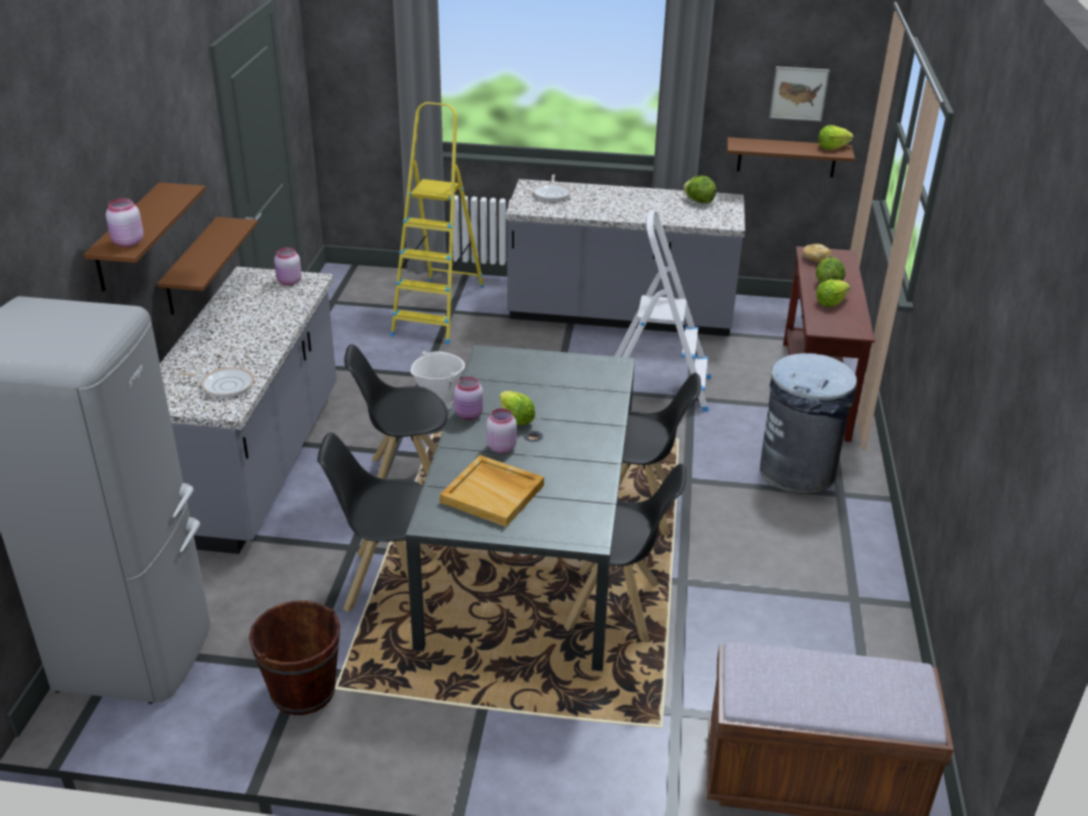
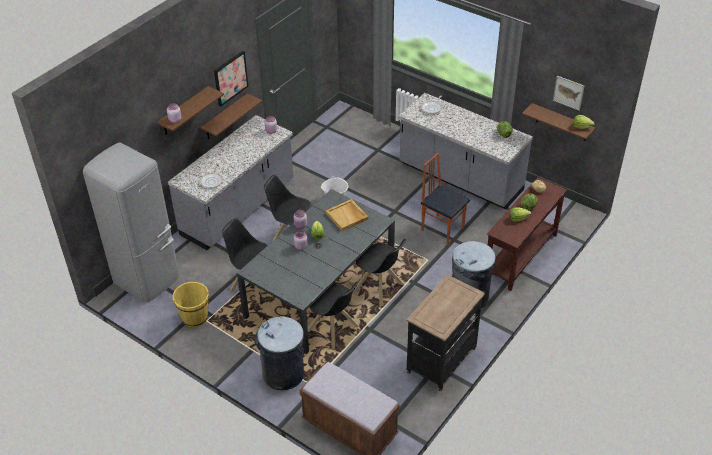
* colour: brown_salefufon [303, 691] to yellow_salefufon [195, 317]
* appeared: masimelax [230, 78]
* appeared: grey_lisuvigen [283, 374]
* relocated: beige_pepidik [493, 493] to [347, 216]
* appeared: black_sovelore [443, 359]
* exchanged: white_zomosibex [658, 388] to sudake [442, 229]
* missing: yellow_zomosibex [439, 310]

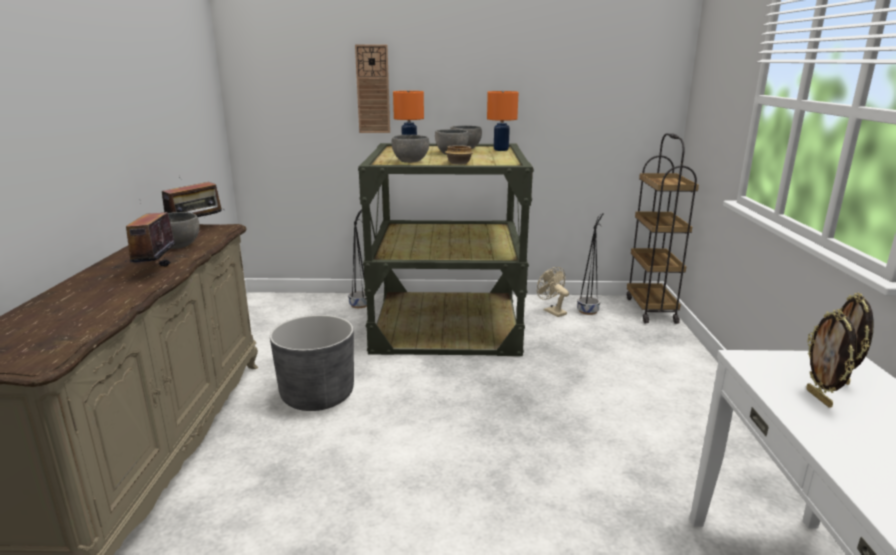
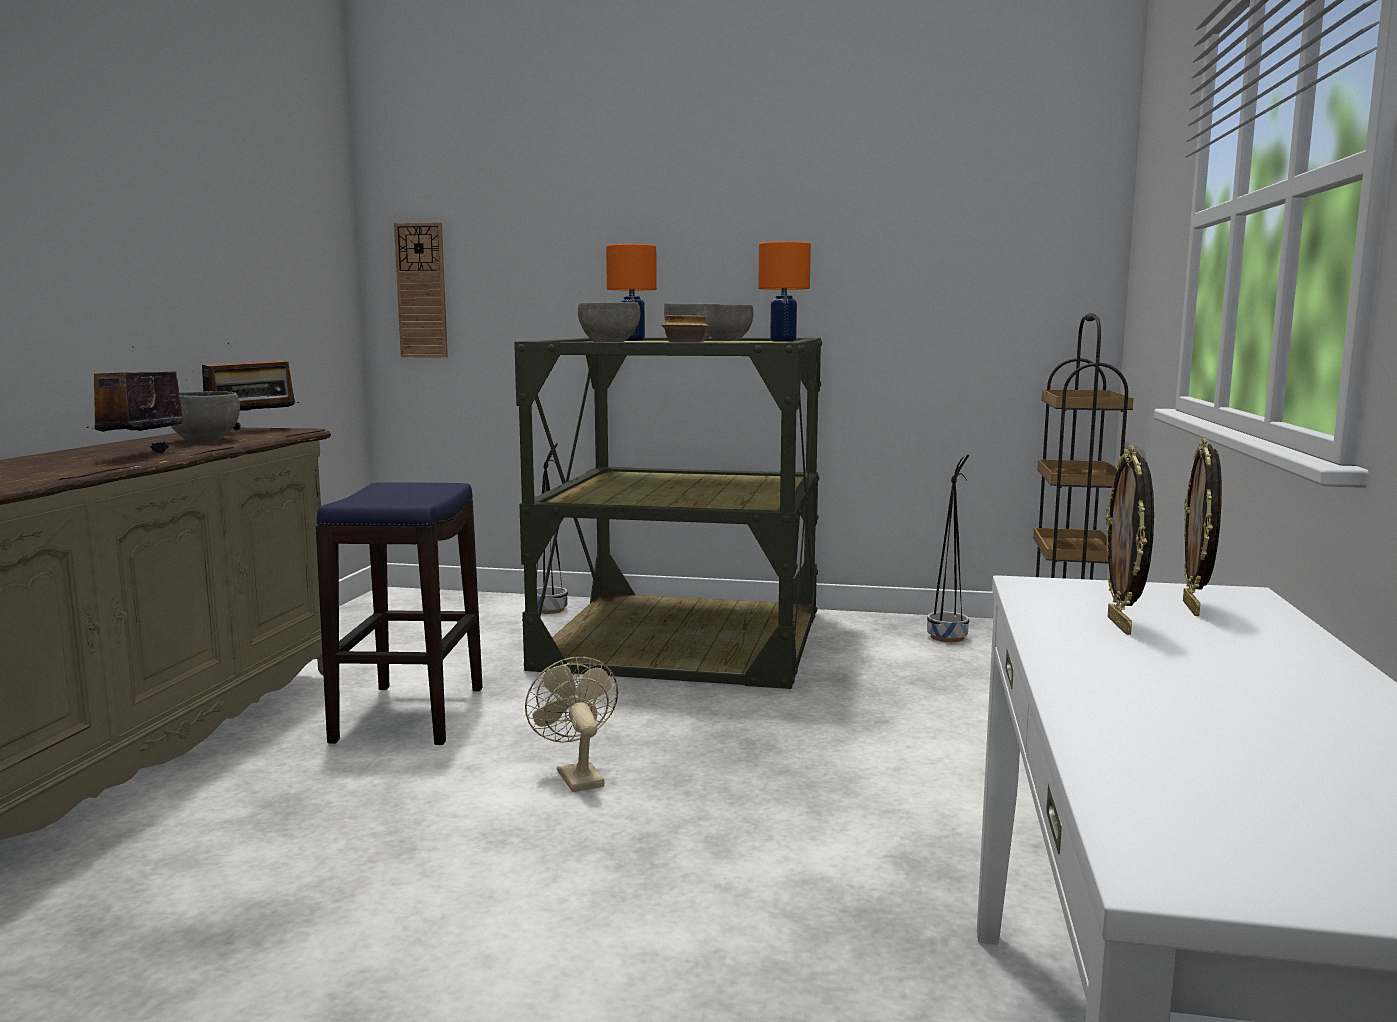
* exchanged: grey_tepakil [317, 395] to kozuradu [410, 715]
* relocated: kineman [373, 89] to [421, 290]
* relocated: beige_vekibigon [552, 311] to [576, 776]

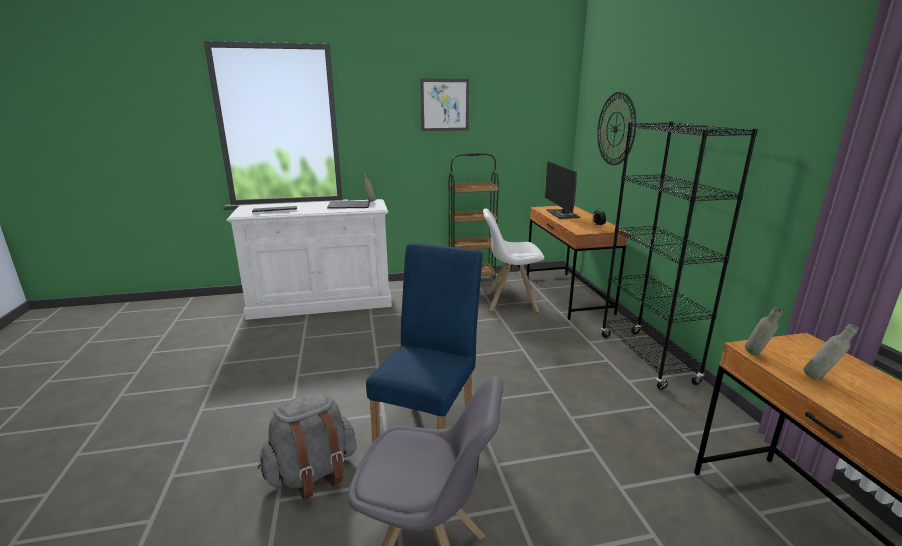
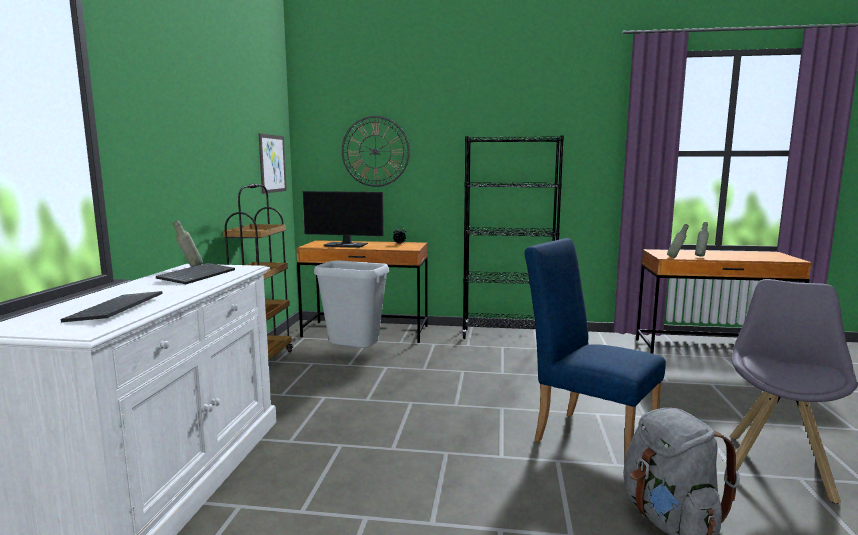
* relocated: masimelax [444, 105] to [272, 163]
* exchanged: white_sudake [510, 302] to grey_lisuvigen [353, 356]

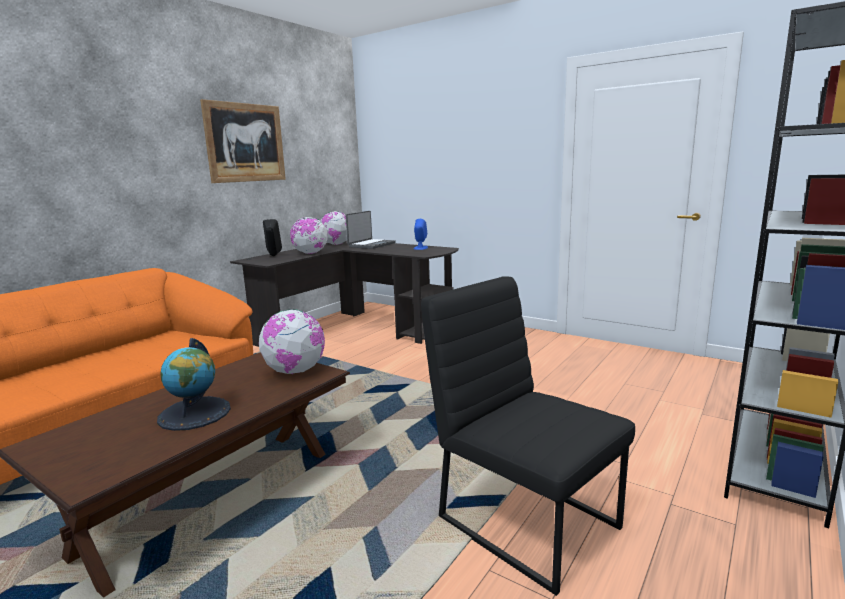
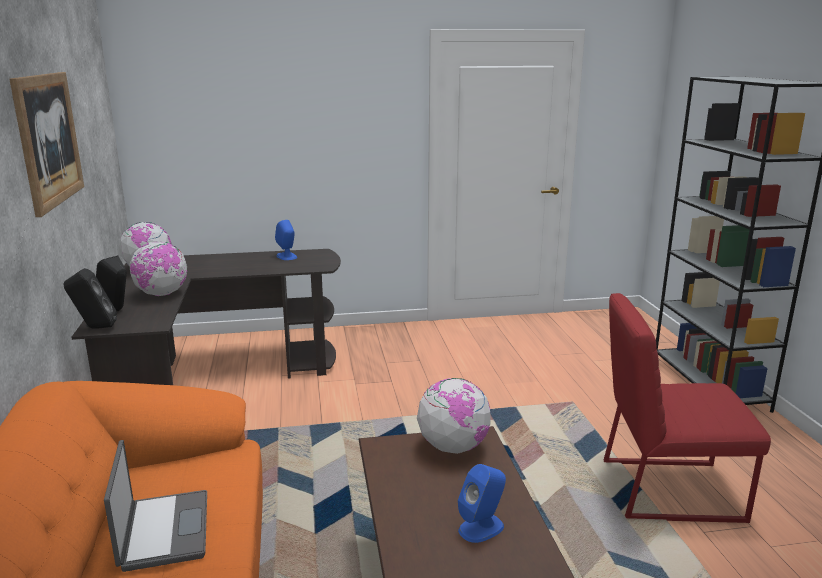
* appeared: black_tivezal [94, 328]
* relocated: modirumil [371, 245] to [163, 531]
* exchanged: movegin [195, 413] to blue_tivezal [481, 528]
* colour: black_sudake [524, 519] to red_sudake [666, 489]

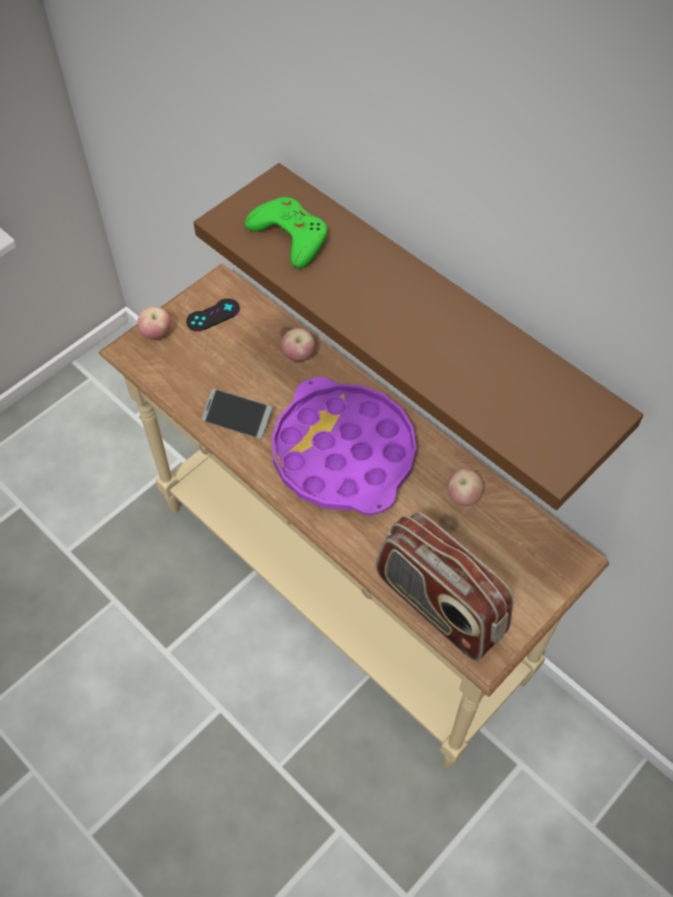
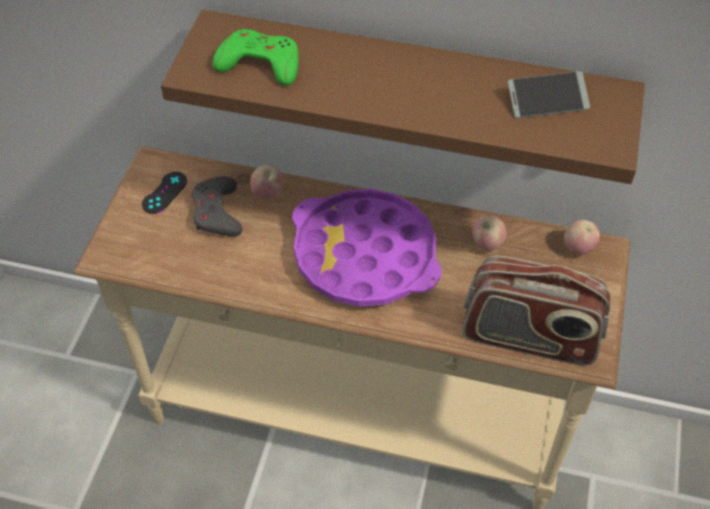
* appeared: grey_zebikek [217, 212]
* relocated: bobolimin [237, 418] to [547, 101]
* relocated: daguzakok [156, 334] to [578, 248]

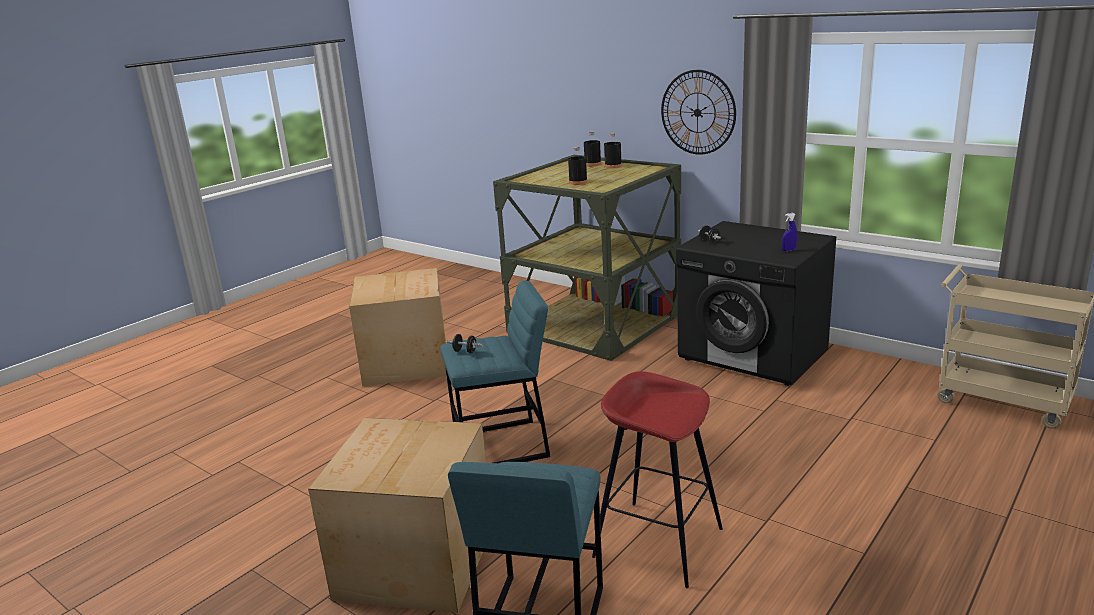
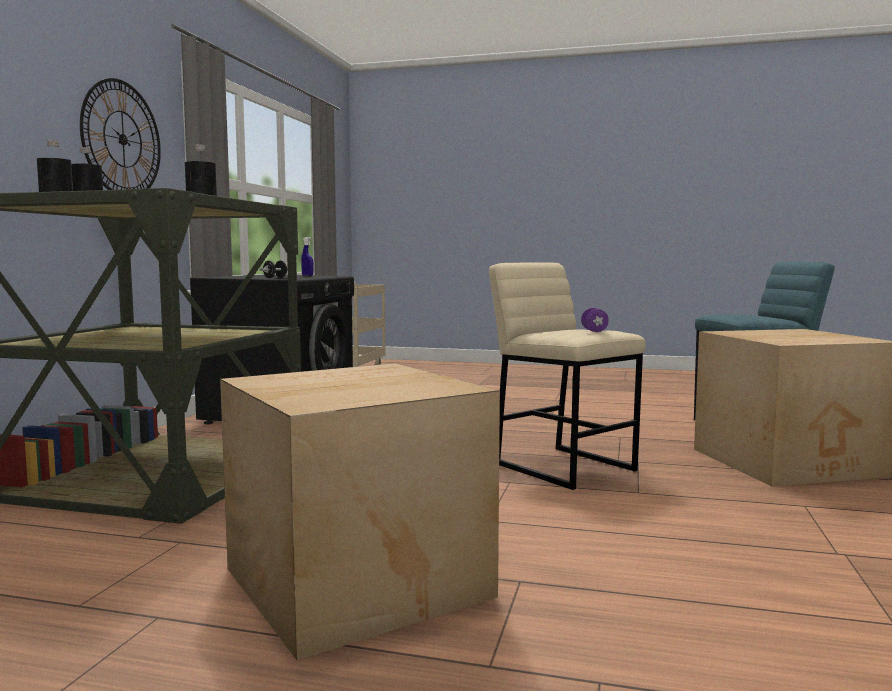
* colour: blue_kozuradu [503, 445] to beige_kozuradu [561, 466]
* colour: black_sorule [465, 351] to purple_sorule [594, 331]
* missing: red_kozuradu [658, 542]

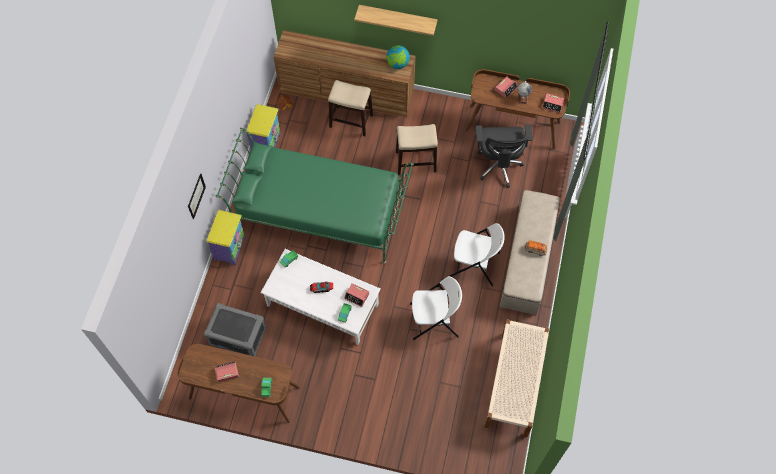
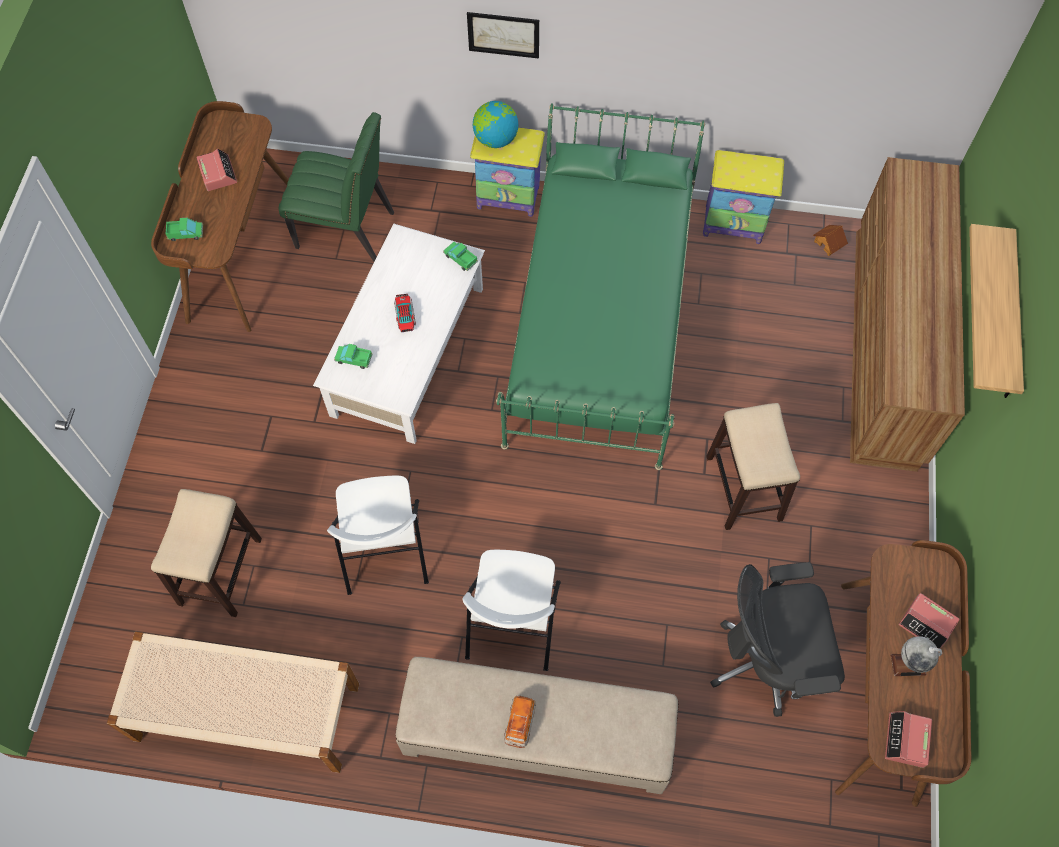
* relocated: kozuradu [350, 121] to [220, 570]
* exchanged: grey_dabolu [238, 335] to green_sudake [344, 230]
* relocated: movegin [397, 64] to [495, 139]
* missing: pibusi [357, 296]

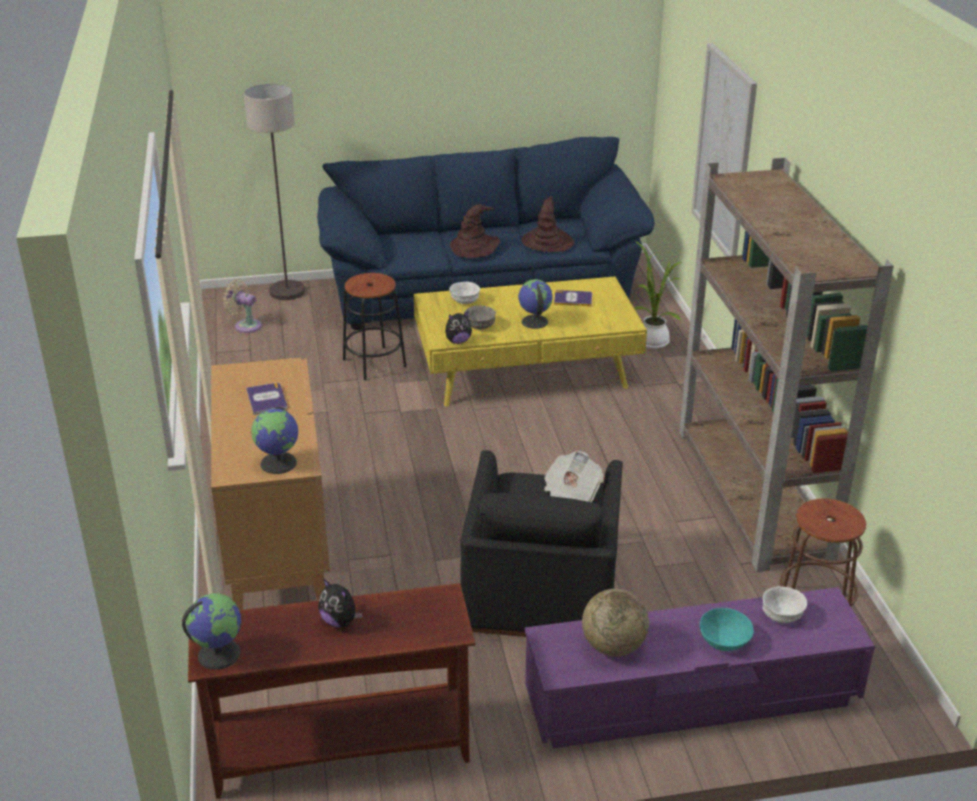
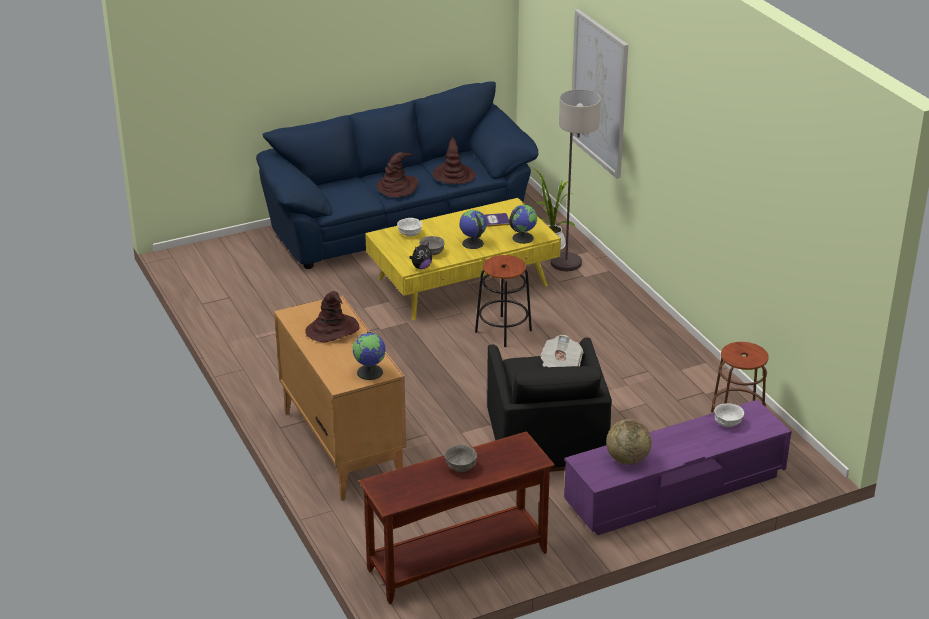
* exchanged: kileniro [266, 399] to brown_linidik [332, 330]
* exchanged: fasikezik [340, 621] to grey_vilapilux [461, 466]
* relocated: black_kozuradu [374, 363] to [503, 331]
* relocated: movegin [219, 653] to [522, 238]
* relocated: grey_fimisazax [287, 297] to [570, 267]
* missing: beige_vekibigon [245, 325]
* missing: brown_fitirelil [752, 493]
* missing: turquoise_vilapilux [724, 641]

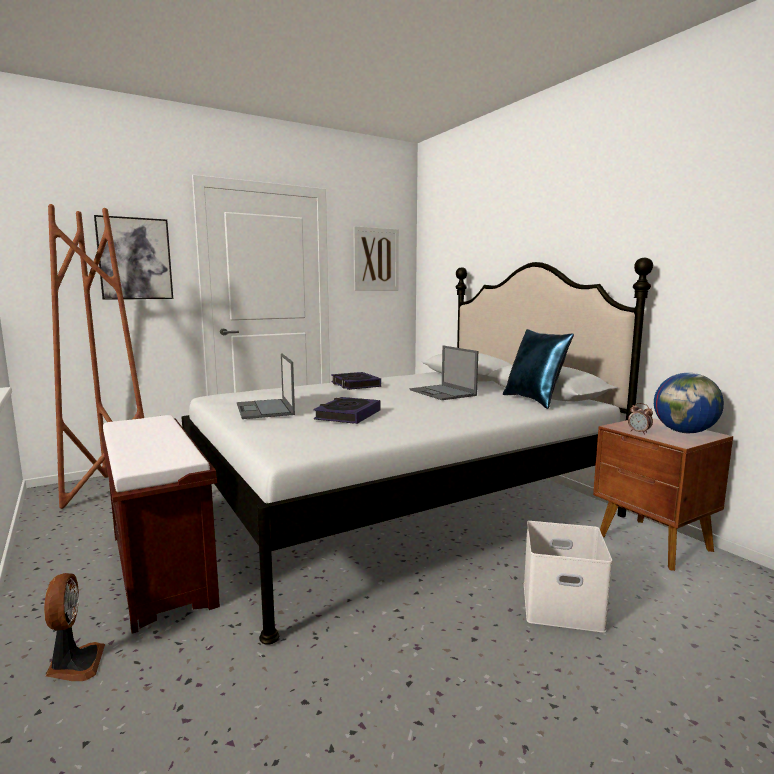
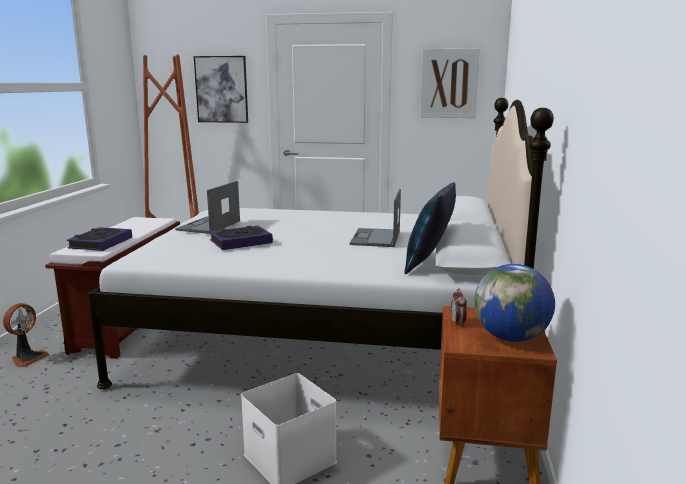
* relocated: kileniro [355, 385] to [101, 243]

